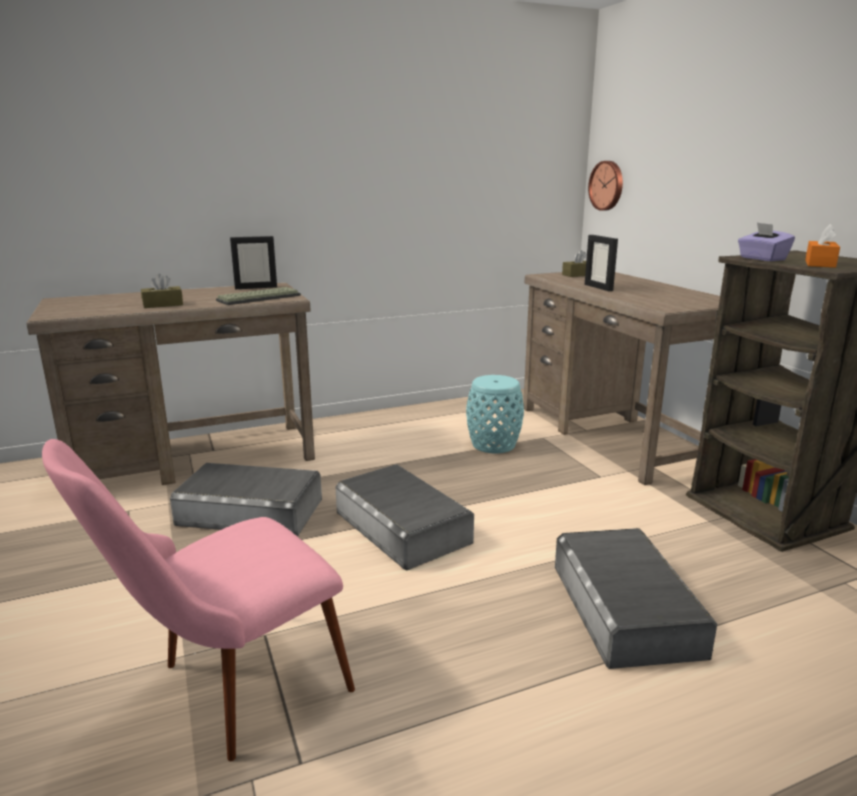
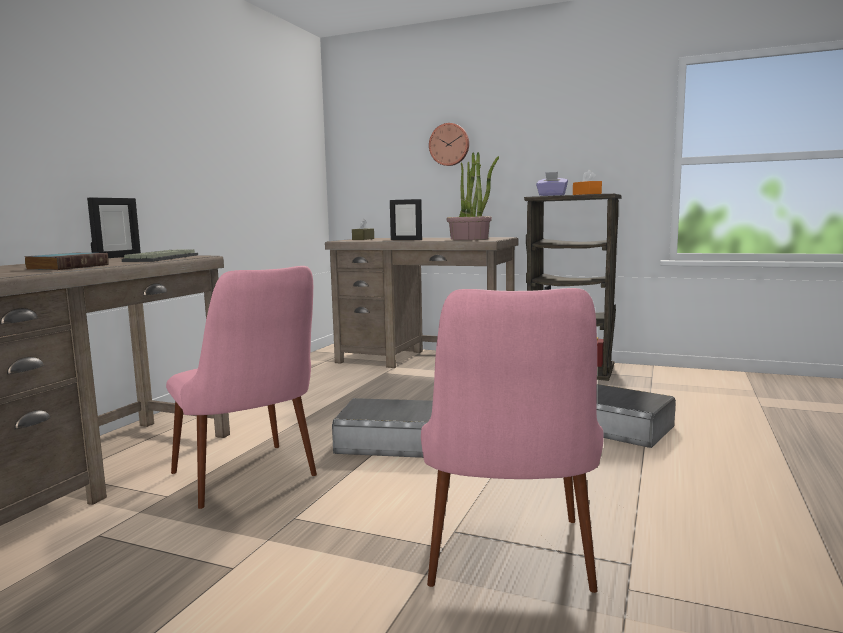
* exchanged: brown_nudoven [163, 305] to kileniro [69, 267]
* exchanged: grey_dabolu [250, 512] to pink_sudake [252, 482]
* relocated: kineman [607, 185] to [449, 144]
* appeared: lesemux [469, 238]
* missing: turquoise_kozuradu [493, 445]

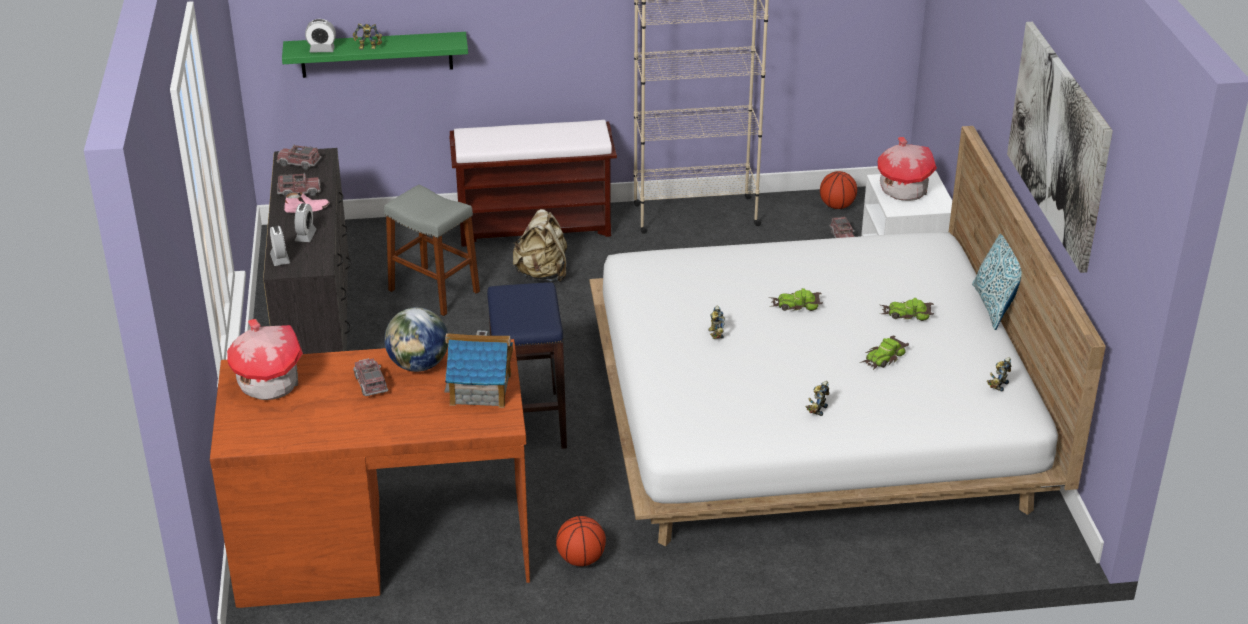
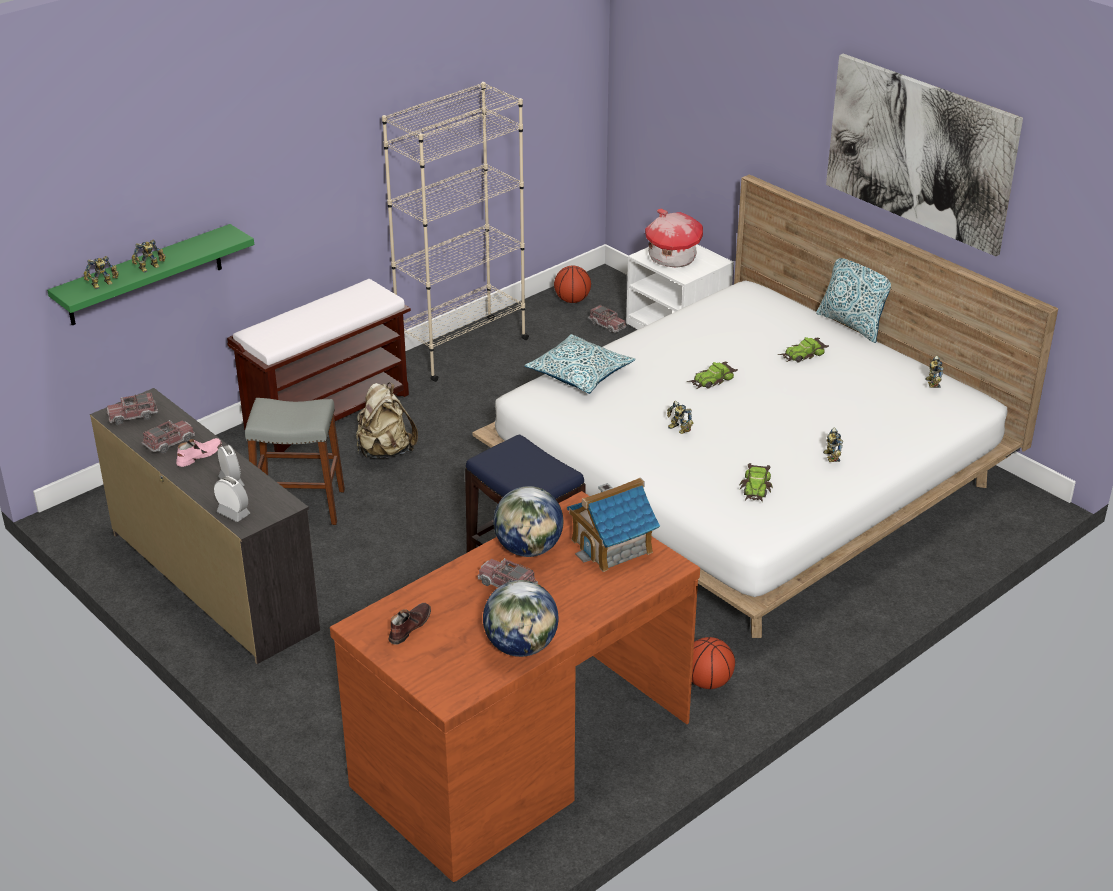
* exchanged: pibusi [322, 50] to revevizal [103, 285]
* exchanged: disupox [269, 383] to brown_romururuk [409, 627]
* appeared: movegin [521, 647]
* appeared: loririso [580, 374]
* relocated: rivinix [884, 358] to [756, 488]

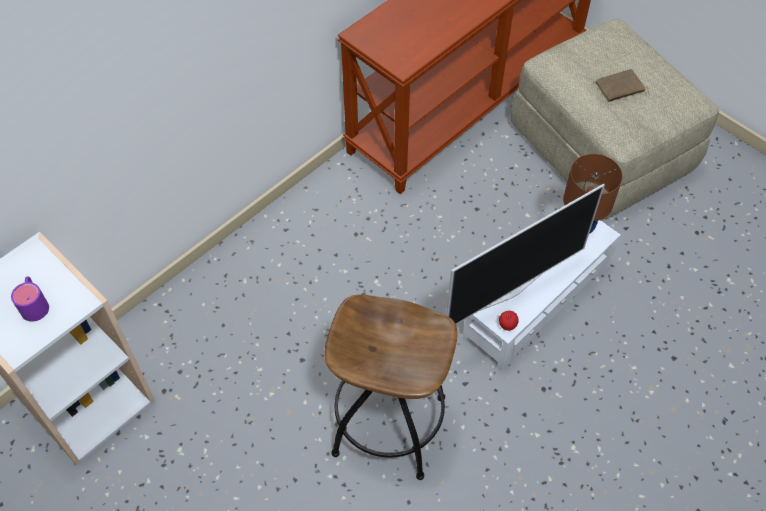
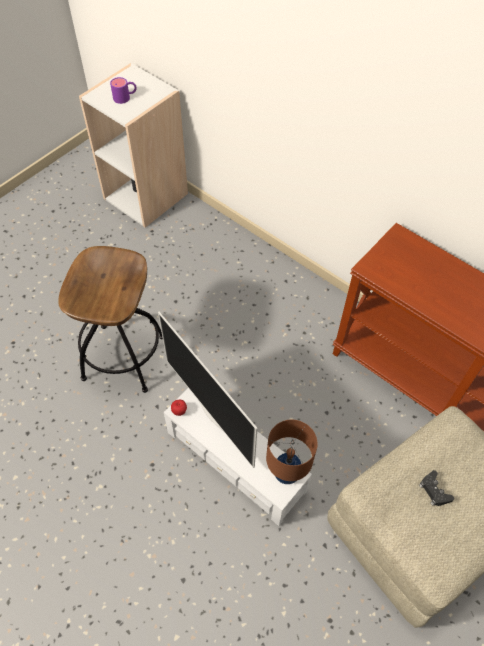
* exchanged: brown_kileniro [620, 88] to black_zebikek [434, 491]

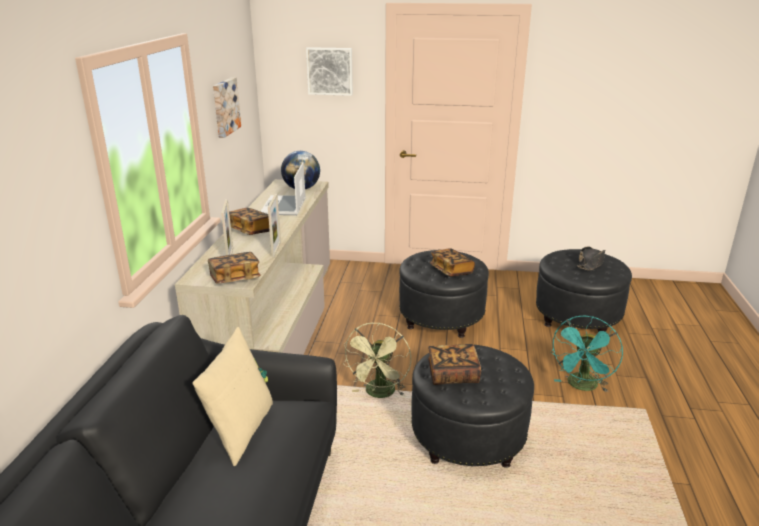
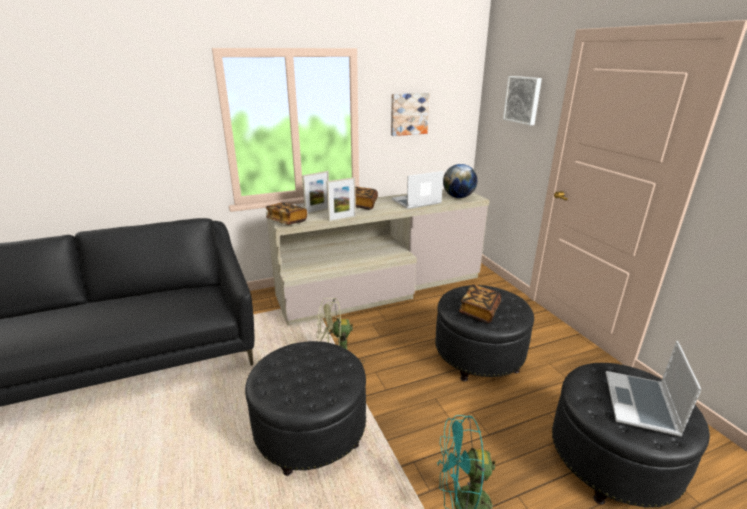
* exchanged: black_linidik [591, 264] to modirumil [641, 405]
* missing: beige_loririso [241, 431]
* missing: kileniro [453, 375]

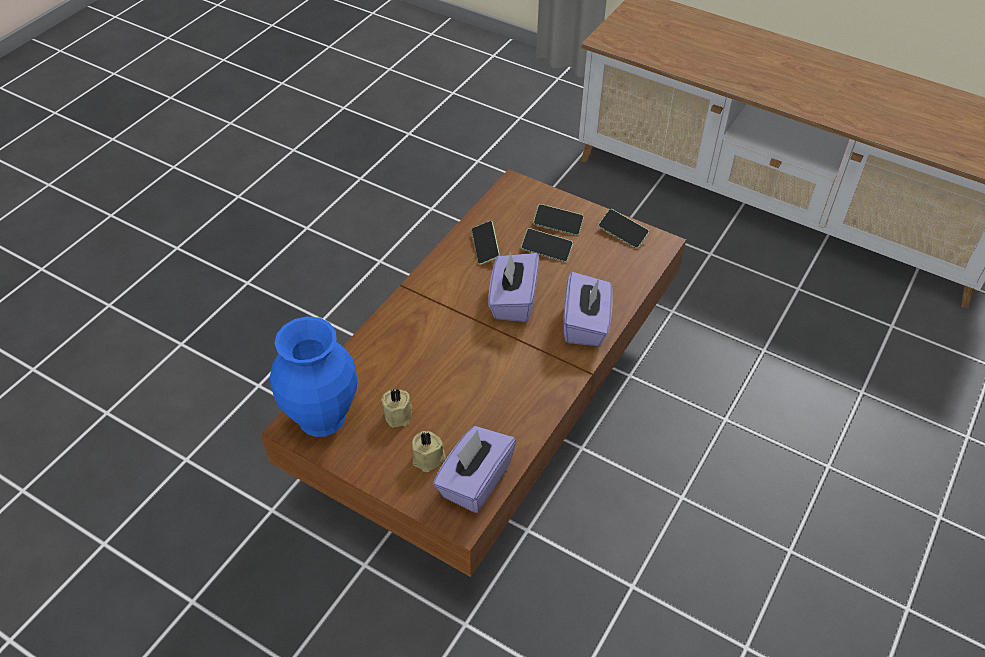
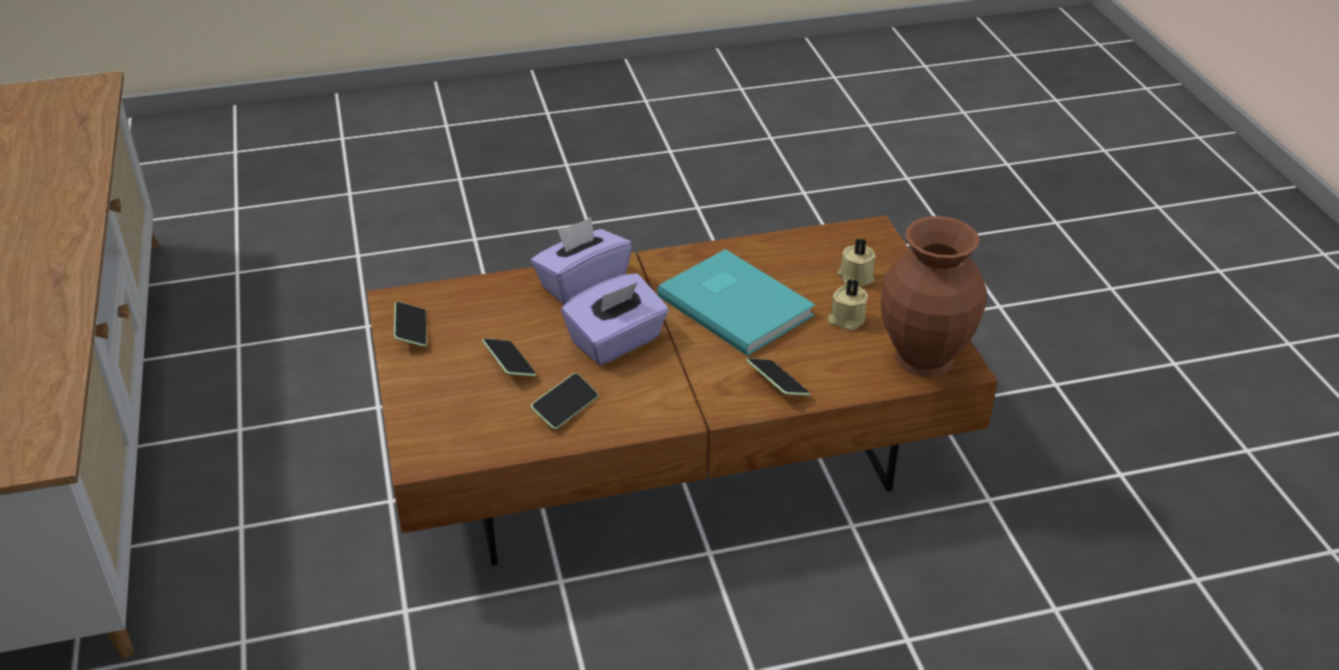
* appeared: turquoise_kileniro [736, 303]
* relocated: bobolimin [558, 225] to [777, 385]
* colour: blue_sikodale [320, 418] to brown_sikodale [926, 359]
* missing: purple_nudoven [474, 481]

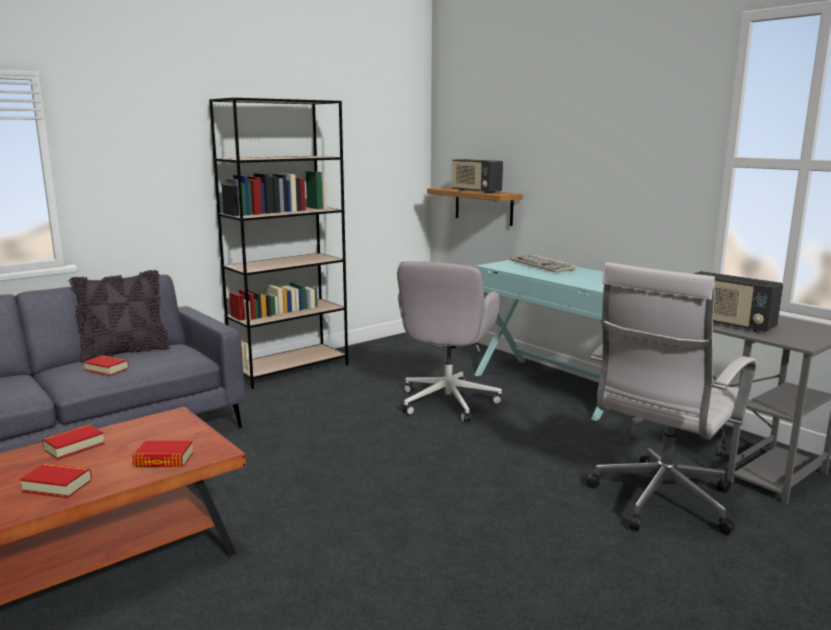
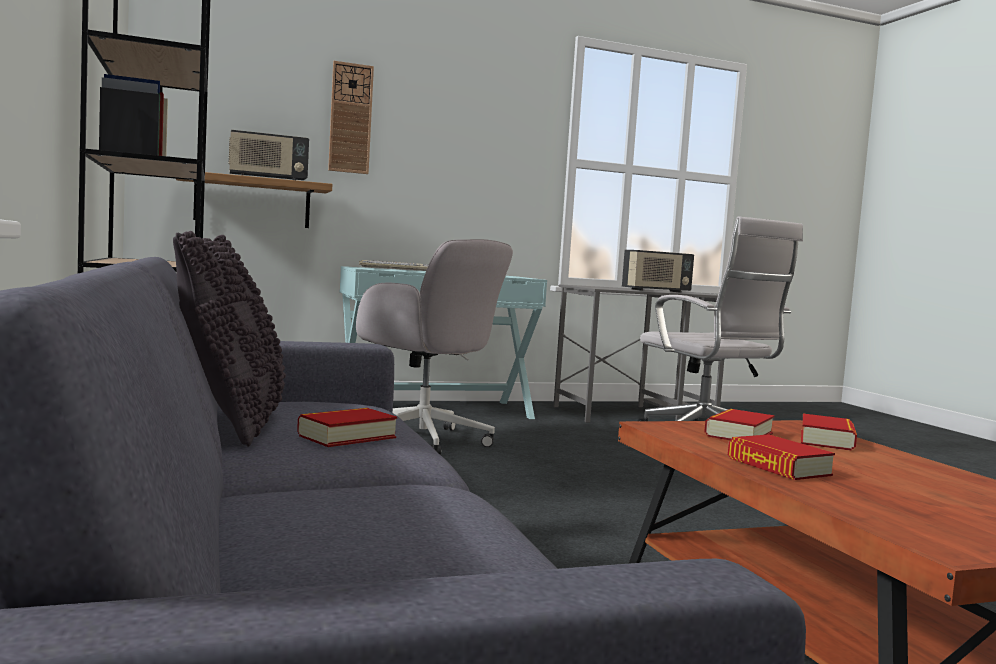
* appeared: kineman [350, 118]
* relocated: kileniro [57, 486] to [739, 434]

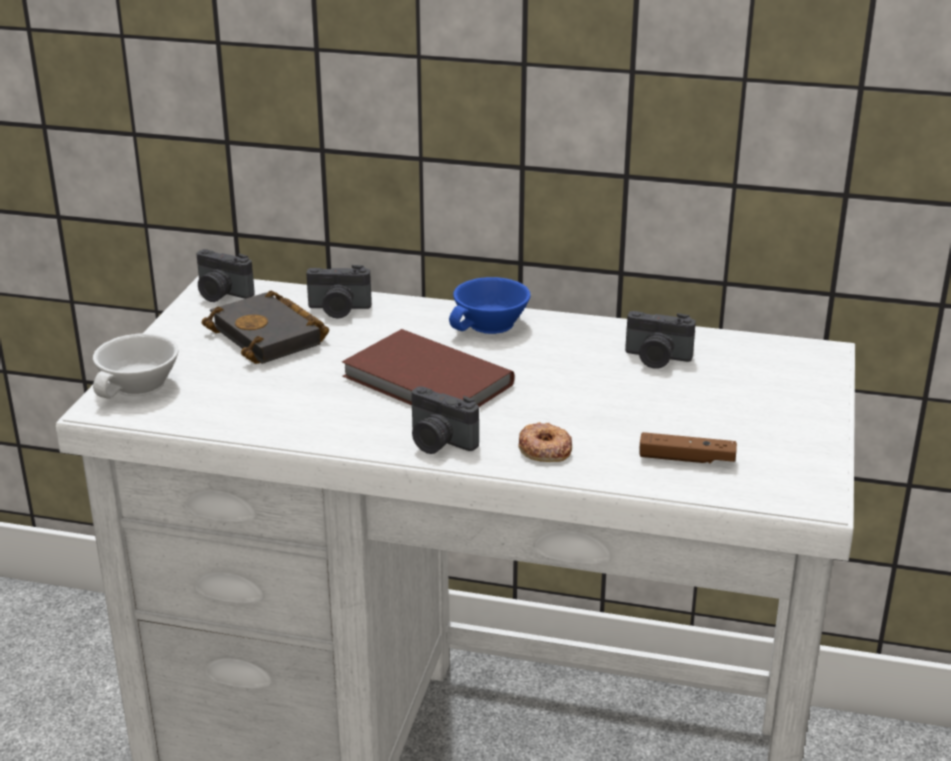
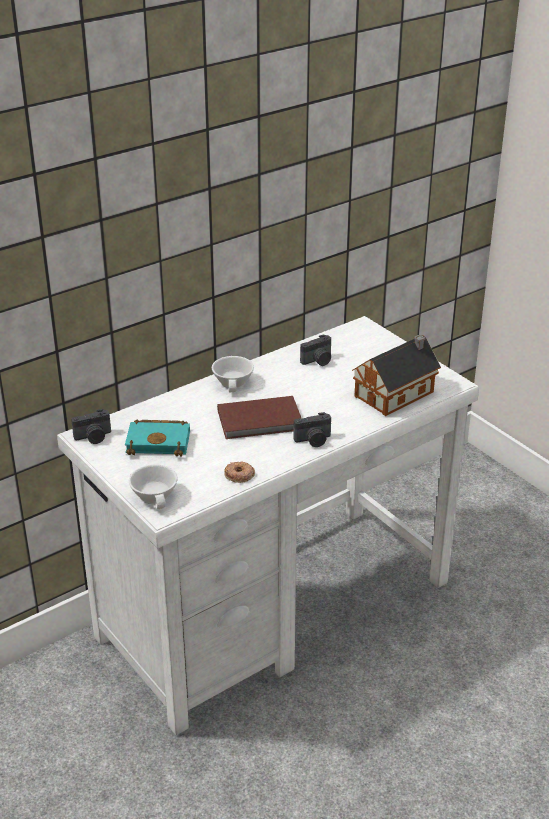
* colour: black_kileniro [271, 336] to turquoise_kileniro [160, 441]
* colour: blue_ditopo [491, 325] to white_ditopo [234, 383]
* relocated: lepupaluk [544, 449] to [239, 475]
* exchanged: brown_zebikek [686, 458] to disupox [397, 393]
* missing: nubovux [339, 310]

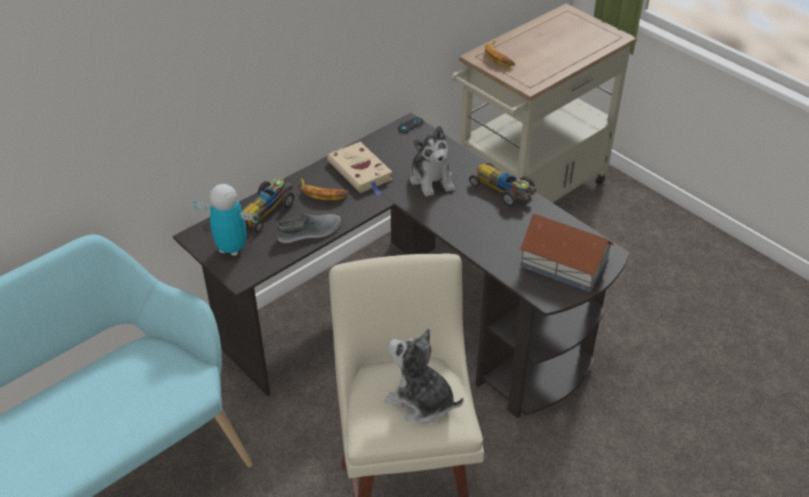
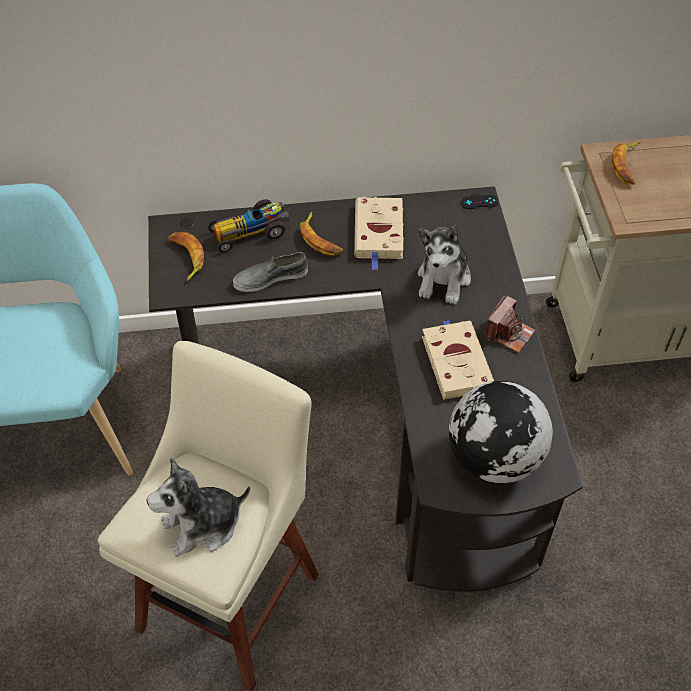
* spun: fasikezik [421, 402] = [203, 525] 90 degrees counterclockwise
* exchanged: revevizal [231, 248] to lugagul [186, 257]
* spun: grey_romururuk [309, 232] = [270, 277] 150 degrees clockwise
* appeared: beige_kileniro [455, 361]
* exchanged: disupox [564, 264] to movegin [494, 459]
* exchanged: rivinix [503, 191] to nubovux [508, 333]

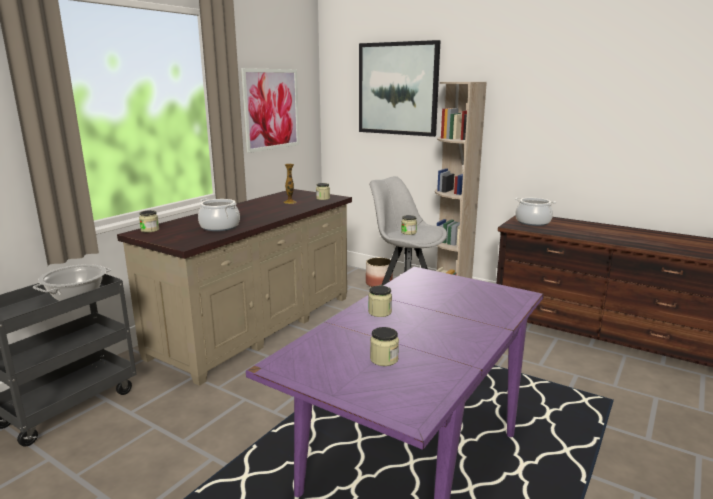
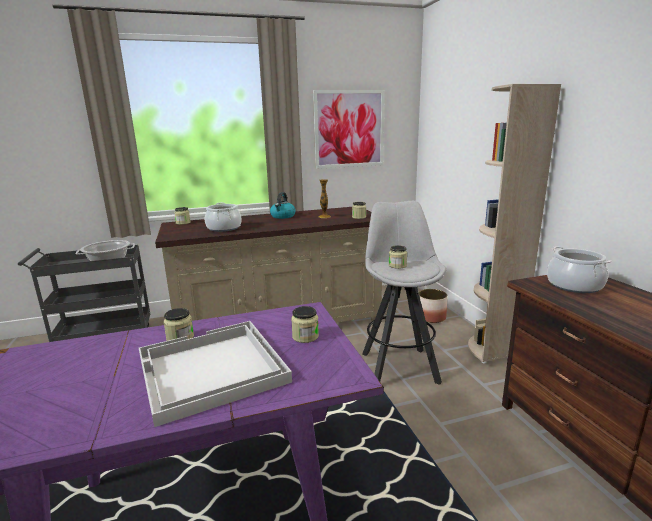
* appeared: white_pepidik [210, 370]
* appeared: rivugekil [283, 216]
* relocated: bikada [384, 359] to [305, 336]
* missing: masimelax [398, 89]

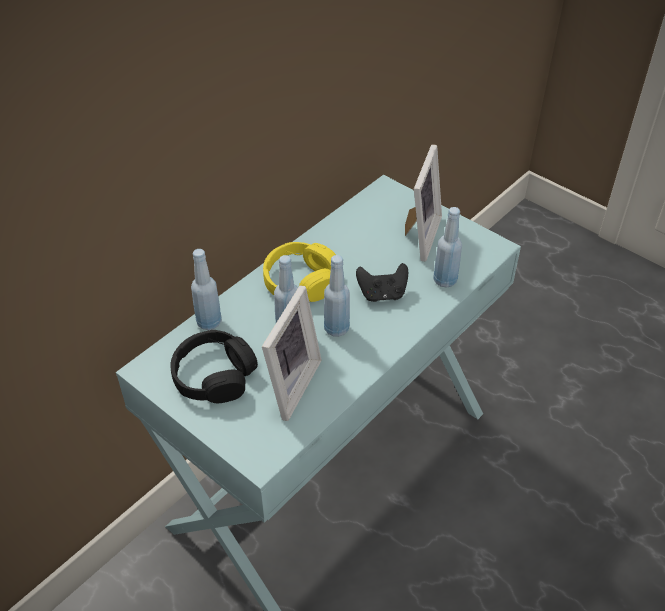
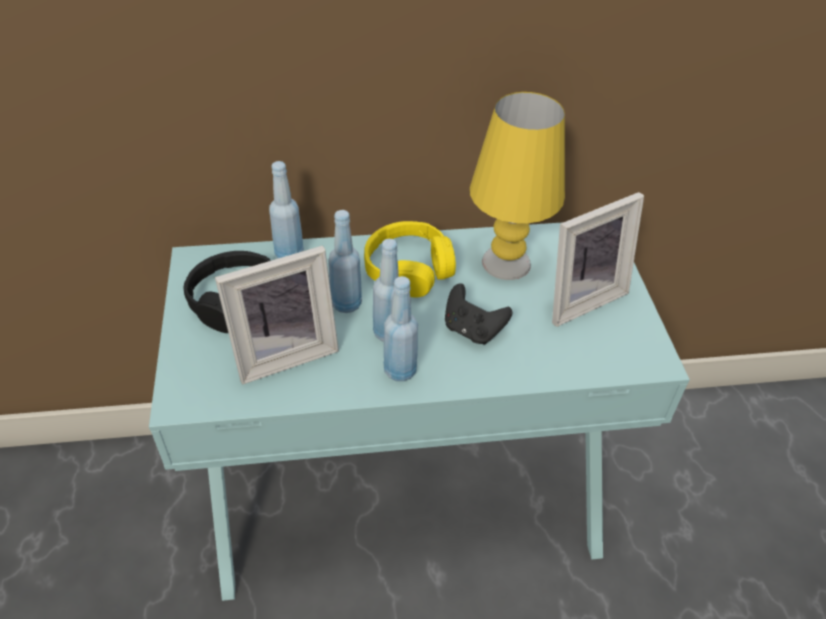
* relocated: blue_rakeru [444, 280] to [400, 370]
* appeared: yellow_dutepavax [505, 263]

